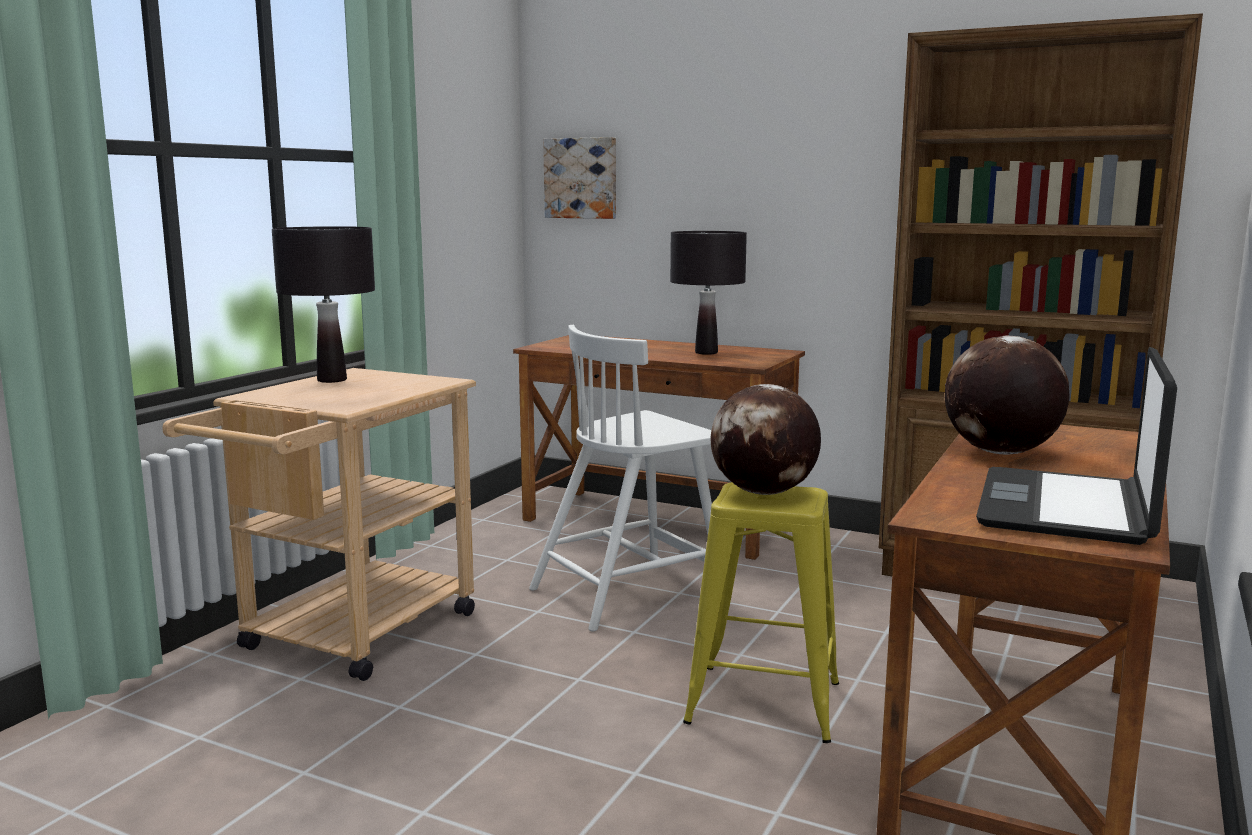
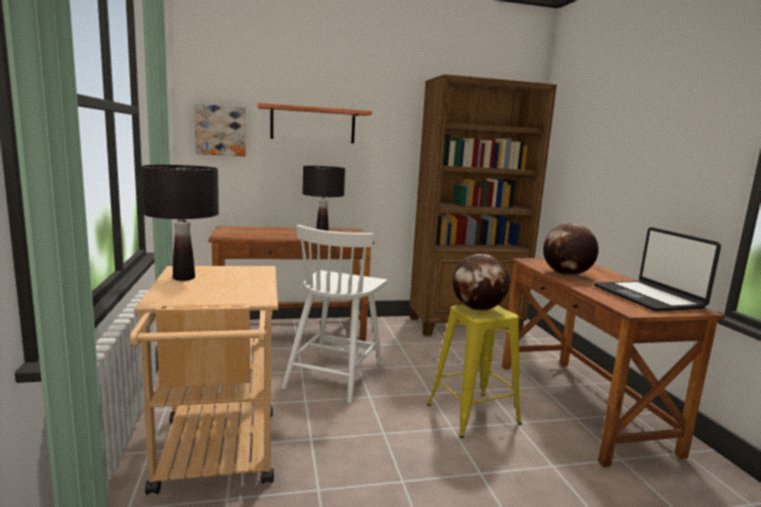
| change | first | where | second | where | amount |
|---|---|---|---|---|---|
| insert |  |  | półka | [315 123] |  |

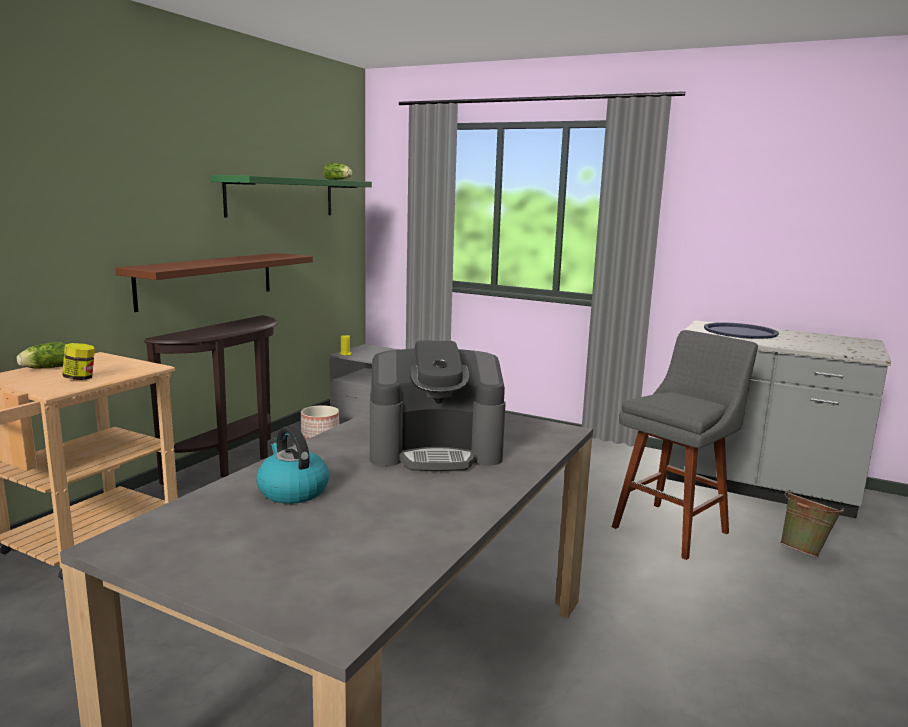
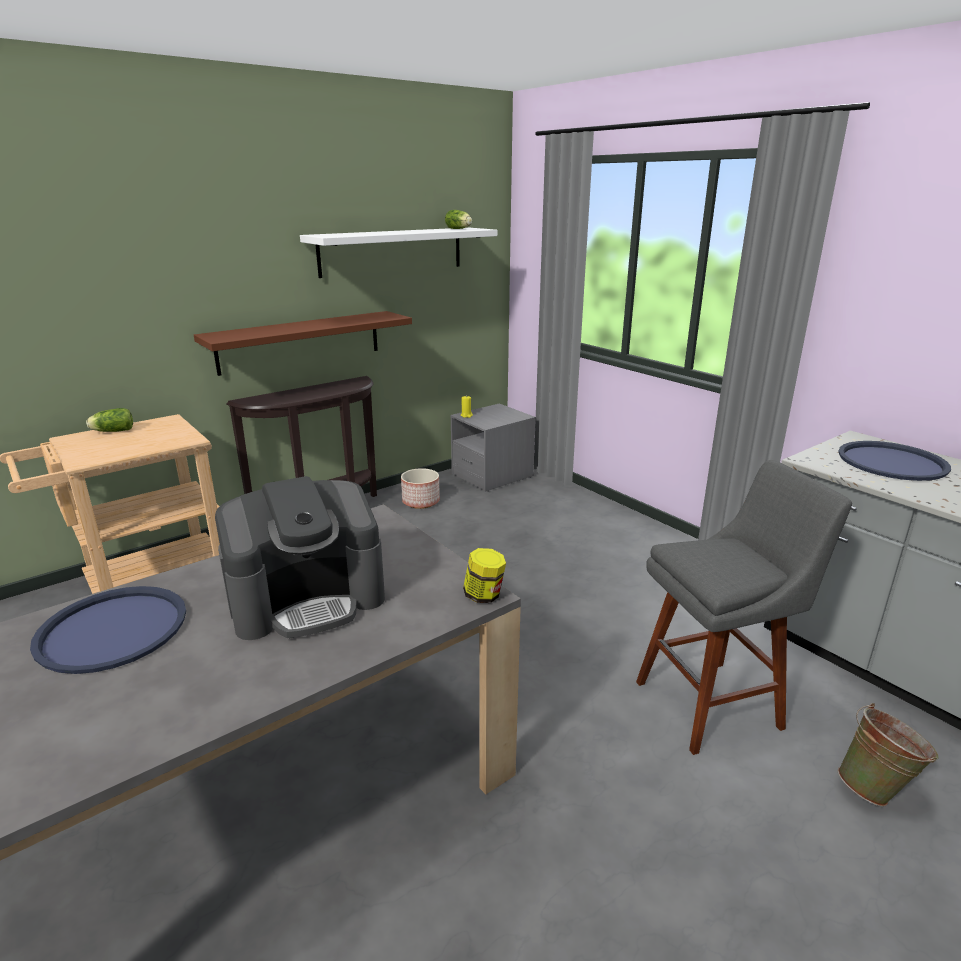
| change | first | where | second | where | amount |
|---|---|---|---|---|---|
| replace | czajnik | [293 465] | taca (niebieski) | [108 630] |  |
| rotate | ekspres do kawy | [438 405] |  | [300 558] | 45 degrees counterclockwise |
| recolor | półka (zielony) | [291 196] | półka (biały) | [398 253] |  |
| move | słoik | [78 361] |  | [484 575] |  |

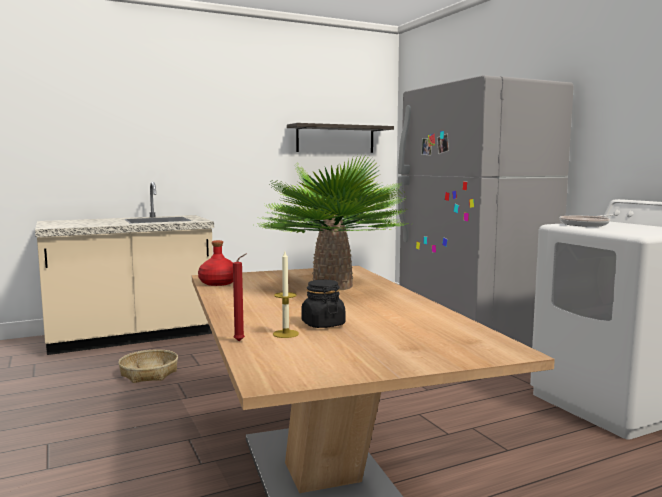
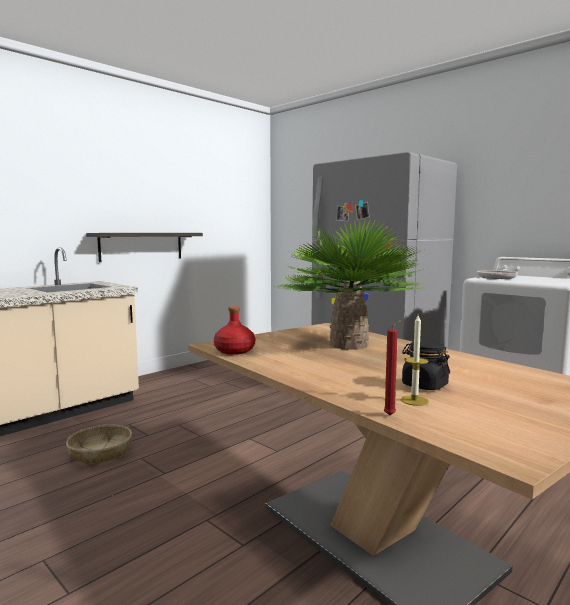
| change | first | where | second | where | amount |
|---|---|---|---|---|---|
| move | półka | [340 138] |  | [144 247] |  |

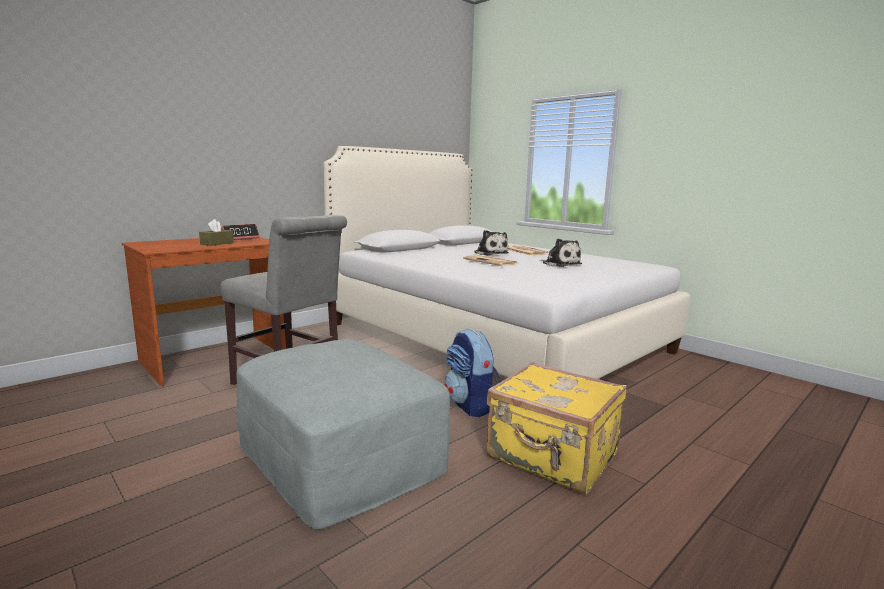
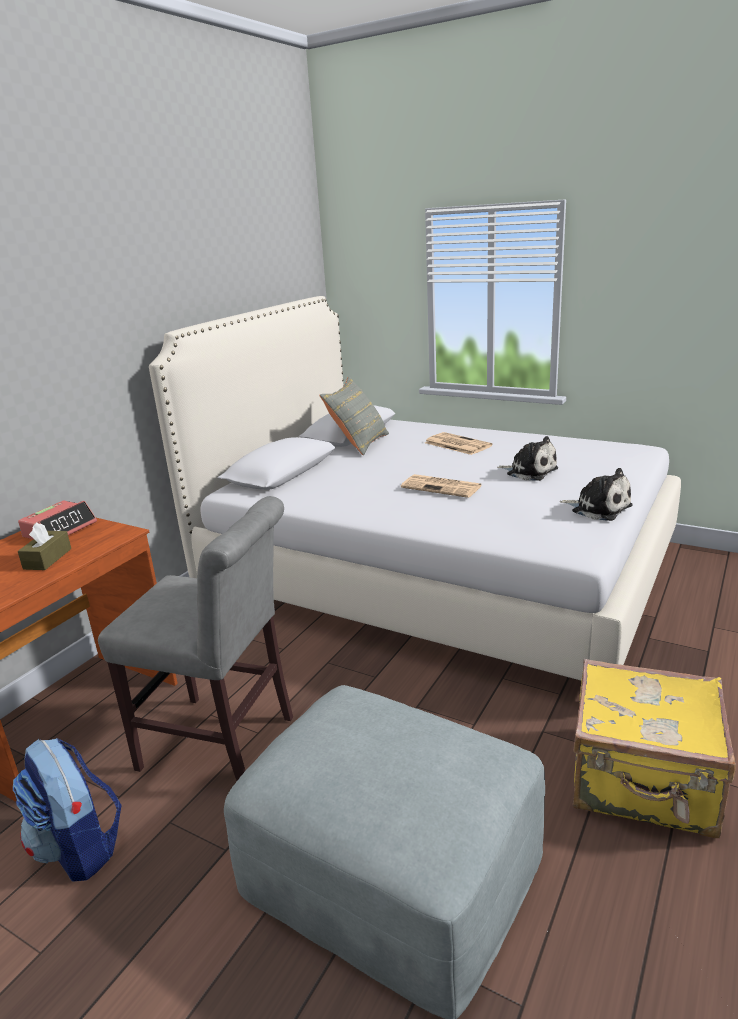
| change | first | where | second | where | amount |
|---|---|---|---|---|---|
| move | plecak | [472 373] |  | [67 810] |  |
| insert |  |  | poduszka (szary) | [354 416] |  |
| move | pluszak | [492 242] |  | [596 494] |  |

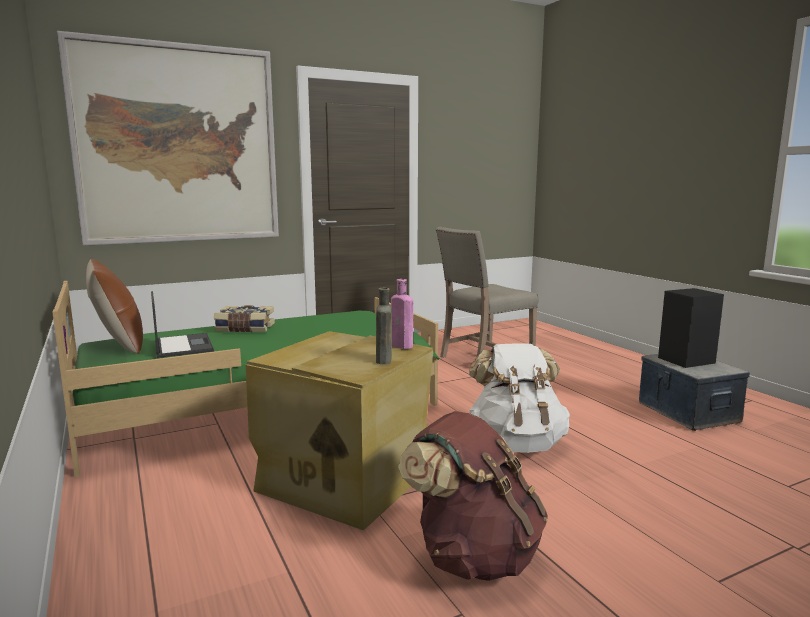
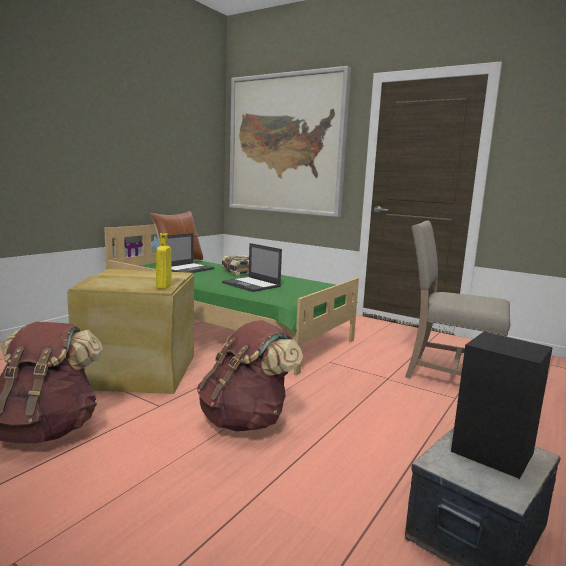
| change | first | where | second | where | amount |
|---|---|---|---|---|---|
| recolor | butelka (różowy) | [402 314] | butelka (żółty) | [164 261] |  |
| recolor | plecak (biały) | [519 398] | plecak (brązowy) | [250 376] |  |
| insert |  |  | laptop | [252 267] |  |
| delete | butelka (brązowy) | [384 326] |  |  |  |

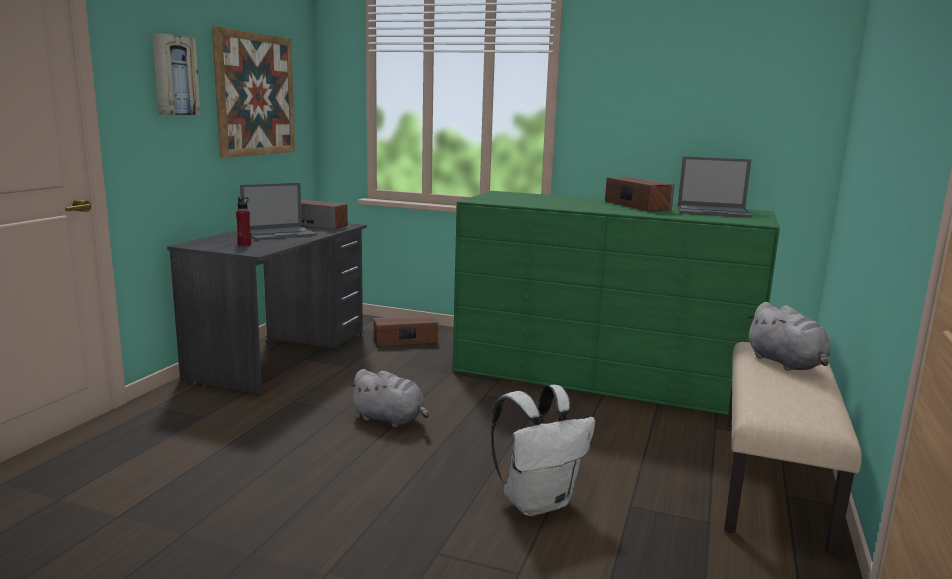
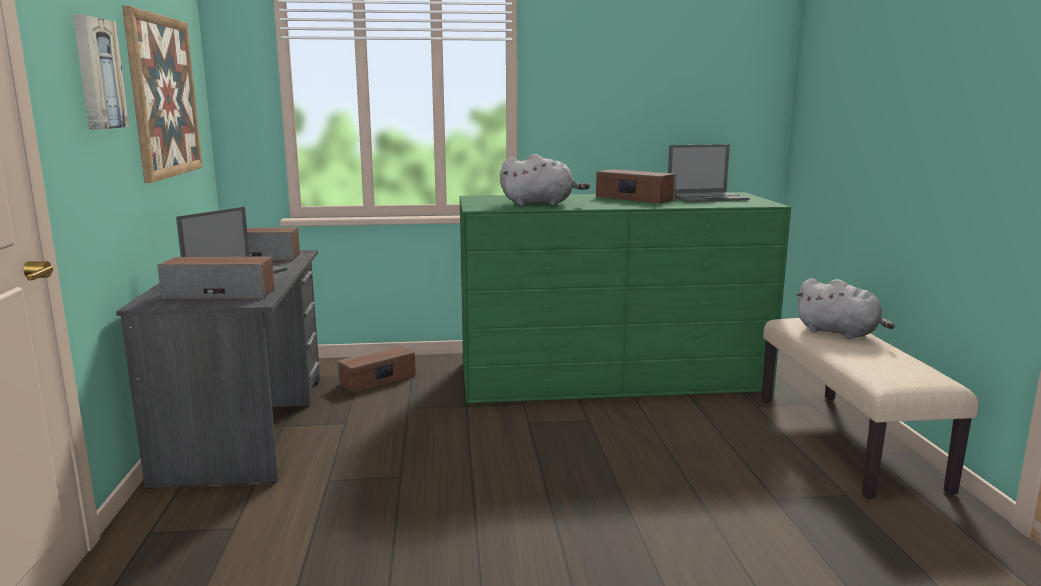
| change | first | where | second | where | amount |
|---|---|---|---|---|---|
| replace | butelka (czerwony) | [243 221] | głośnik | [216 278] |  |
| move | pluszak (szary) | [388 398] |  | [545 180] |  |
| delete | plecak (biały) | [543 450] |  |  |  |

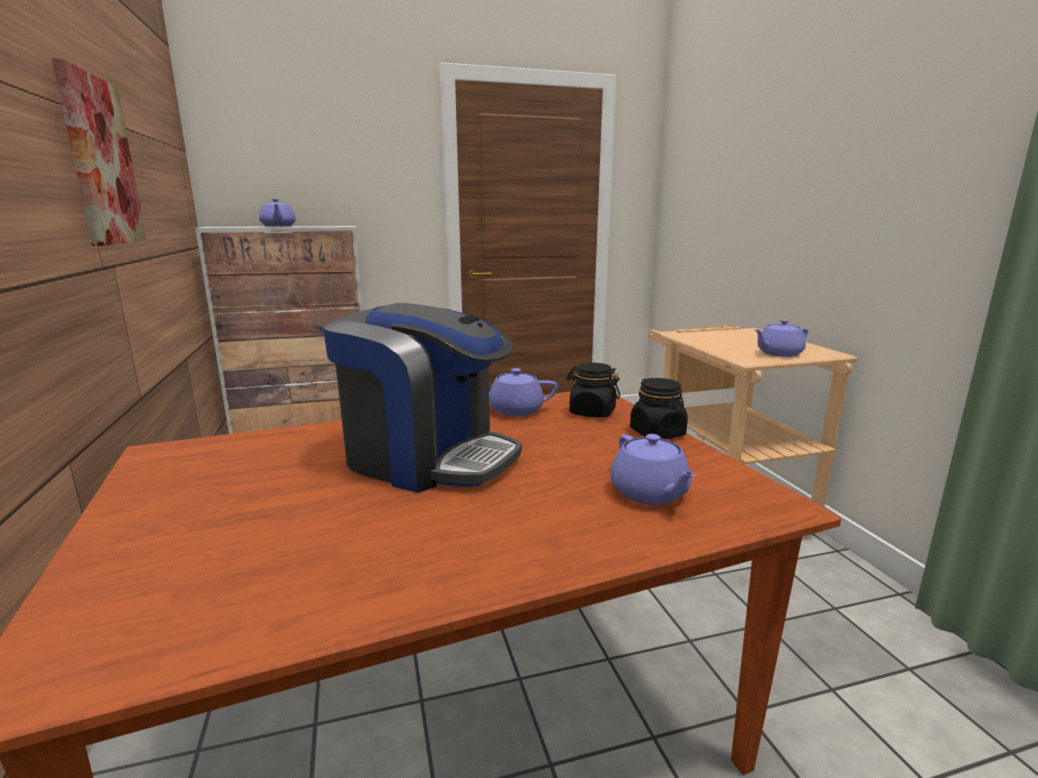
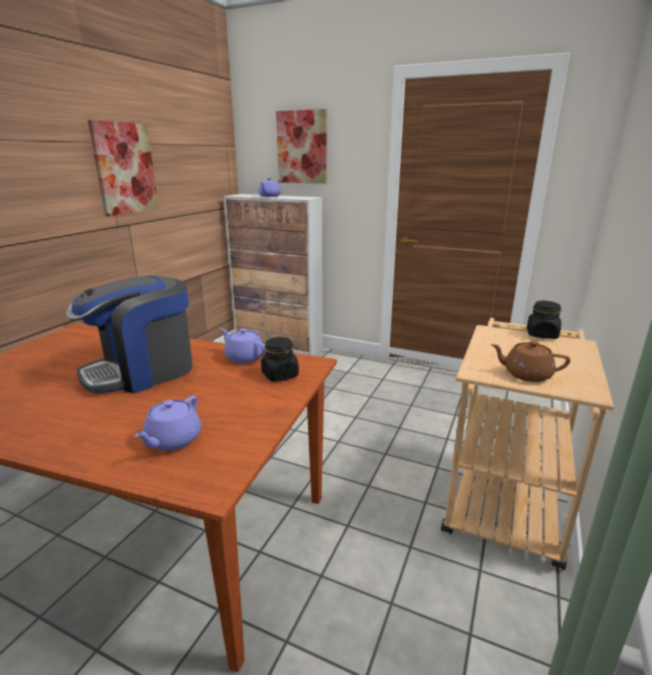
| change | first | where | second | where | amount |
|---|---|---|---|---|---|
| rotate | ekspres do kawy | [422 398] |  | [129 334] | 75 degrees clockwise |
| insert |  |  | obraz | [301 146] |  |
| recolor | imbryk (fioletowy) | [781 338] | imbryk (brązowy) | [530 361] |  |
| move | słoik (czarny) | [659 408] |  | [544 319] |  |

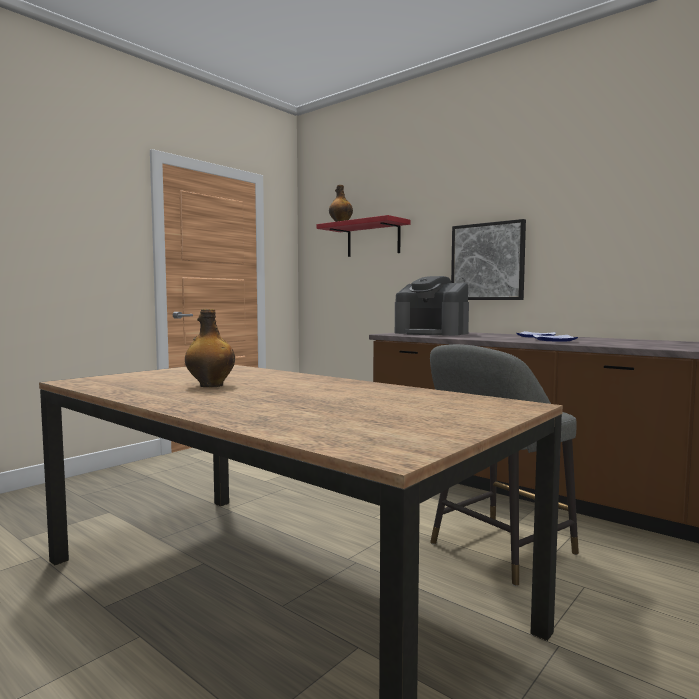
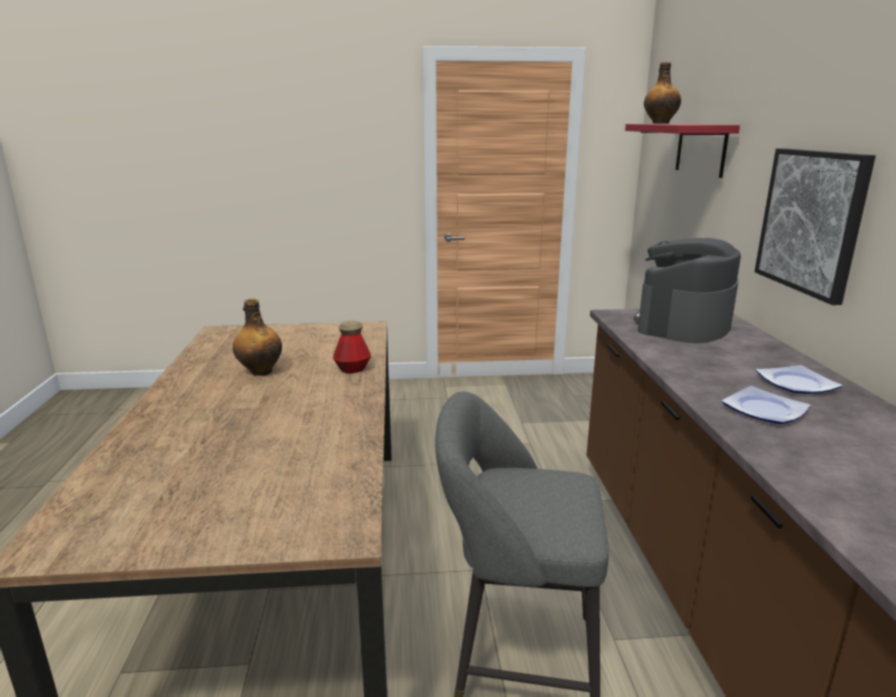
| change | first | where | second | where | amount |
|---|---|---|---|---|---|
| insert |  |  | butelka | [352 347] |  |
| rotate | ekspres do kawy | [432 306] |  | [687 290] | 45 degrees clockwise |

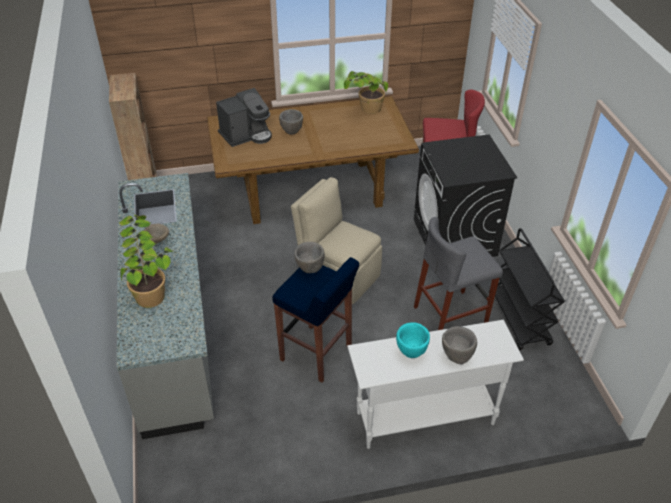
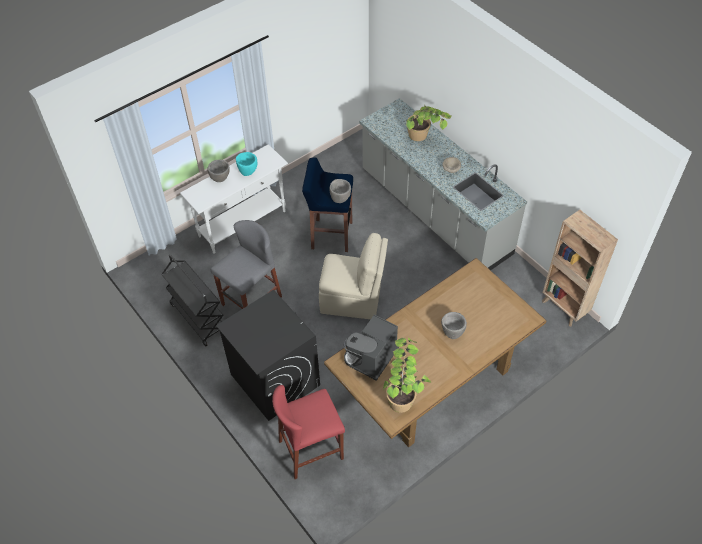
| change | first | where | second | where | amount |
|---|---|---|---|---|---|
| move | ekspres do kawy | [244 117] |  | [371 348] |  |

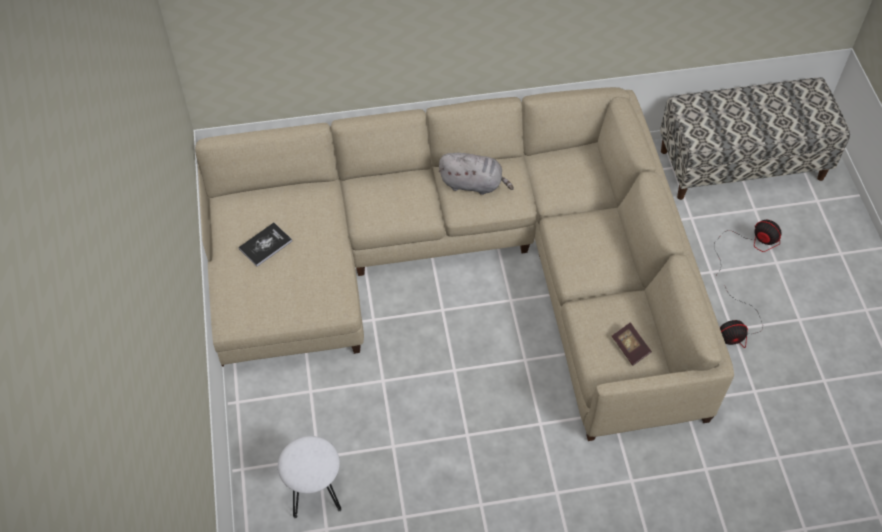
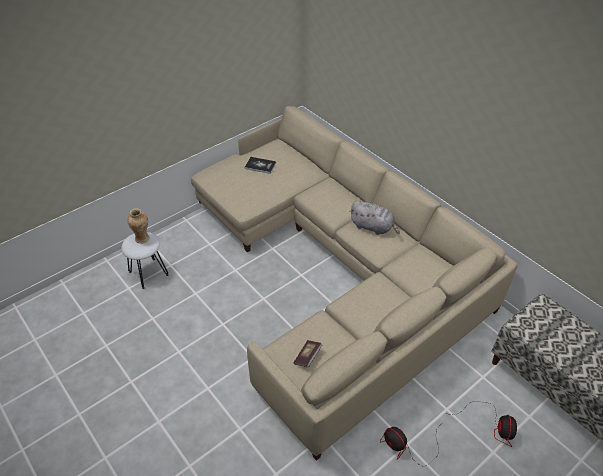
| change | first | where | second | where | amount |
|---|---|---|---|---|---|
| insert |  |  | wazon | [138 226] |  |
| rotate | pluszak (szary) | [476 174] |  | [375 218] | 45 degrees counterclockwise |

